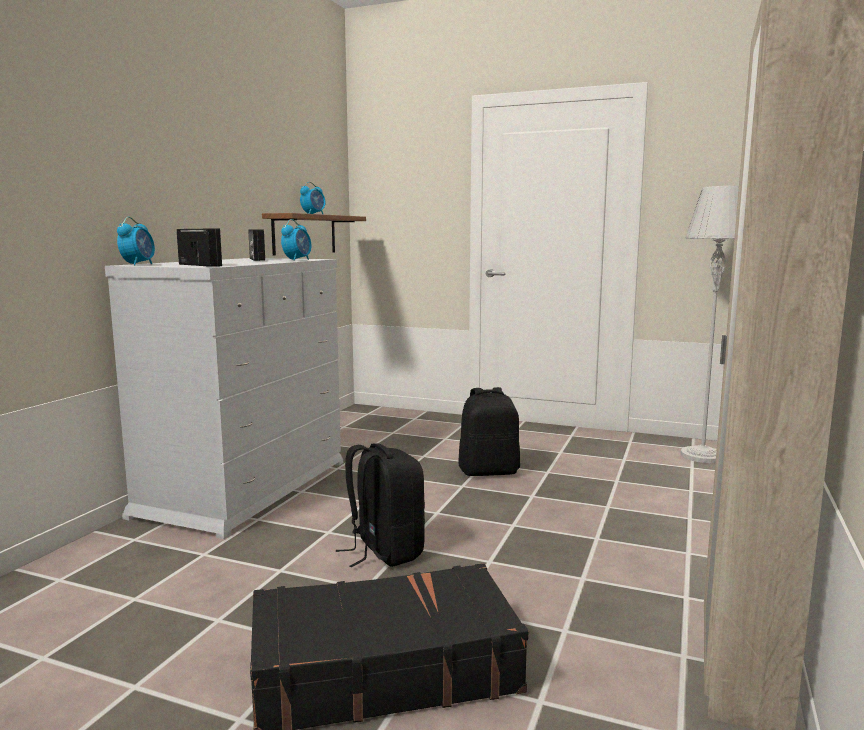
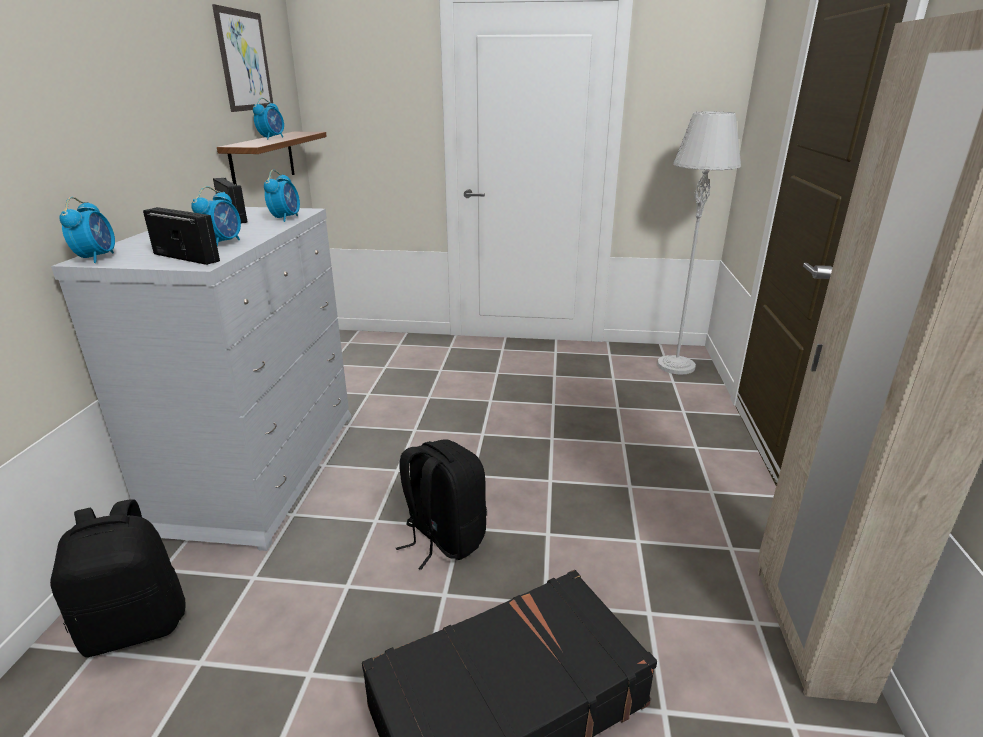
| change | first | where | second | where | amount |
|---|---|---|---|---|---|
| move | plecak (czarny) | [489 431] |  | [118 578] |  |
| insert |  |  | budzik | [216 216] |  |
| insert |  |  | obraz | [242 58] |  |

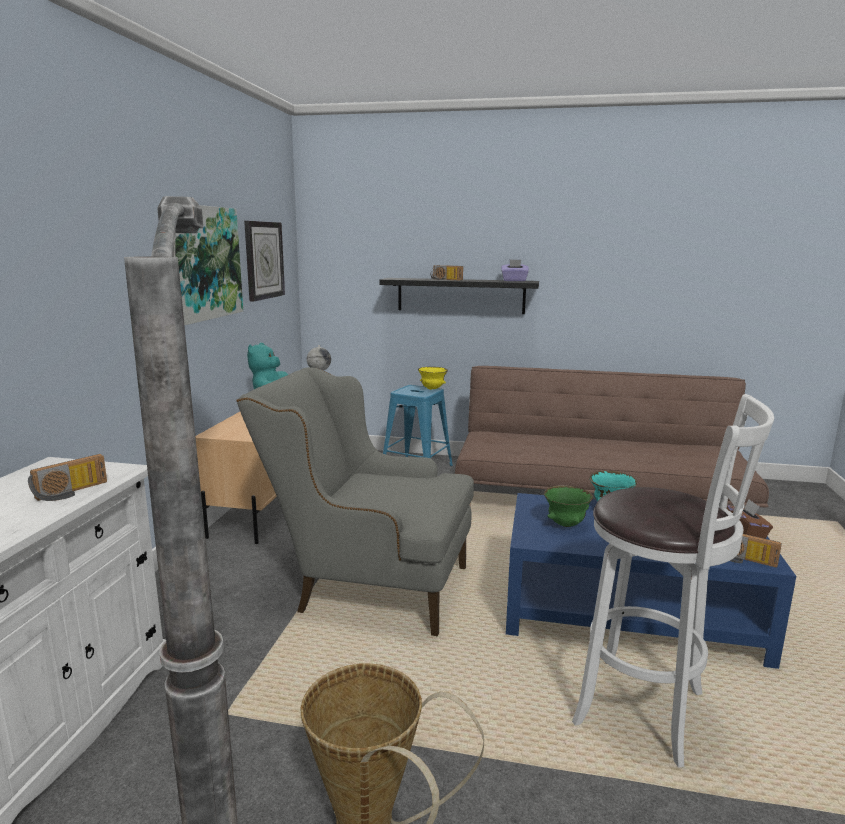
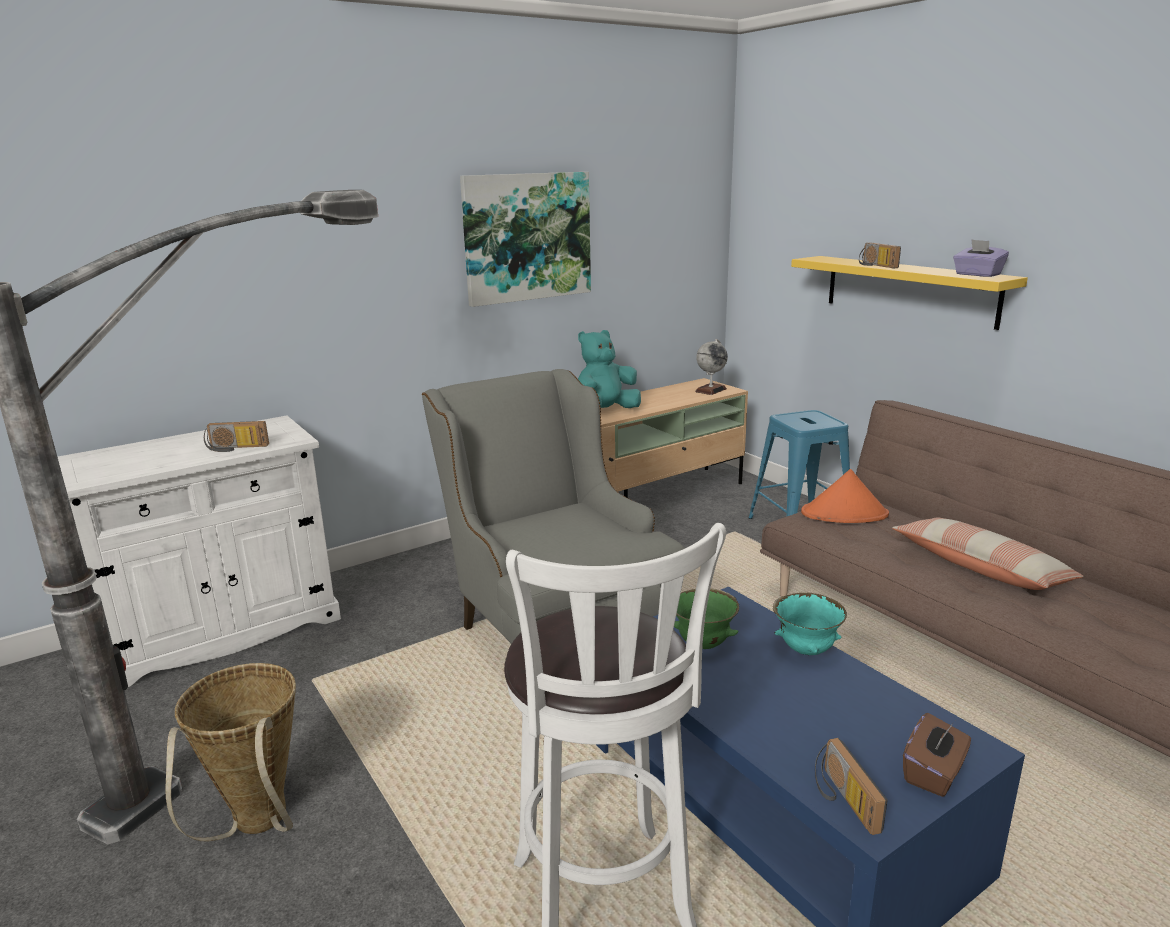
| change | first | where | second | where | amount |
|---|---|---|---|---|---|
| recolor | półka (czarny) | [459 296] | półka (żółty) | [909 293] |  |
| insert |  |  | kapelusz (pomarańczowy) | [845 496] |  |
| insert |  |  | poduszka | [988 554] |  |
| delete | zegar ścienny | [264 261] |  |  |  |
| delete | miska (żółty) | [433 378] |  |  |  |

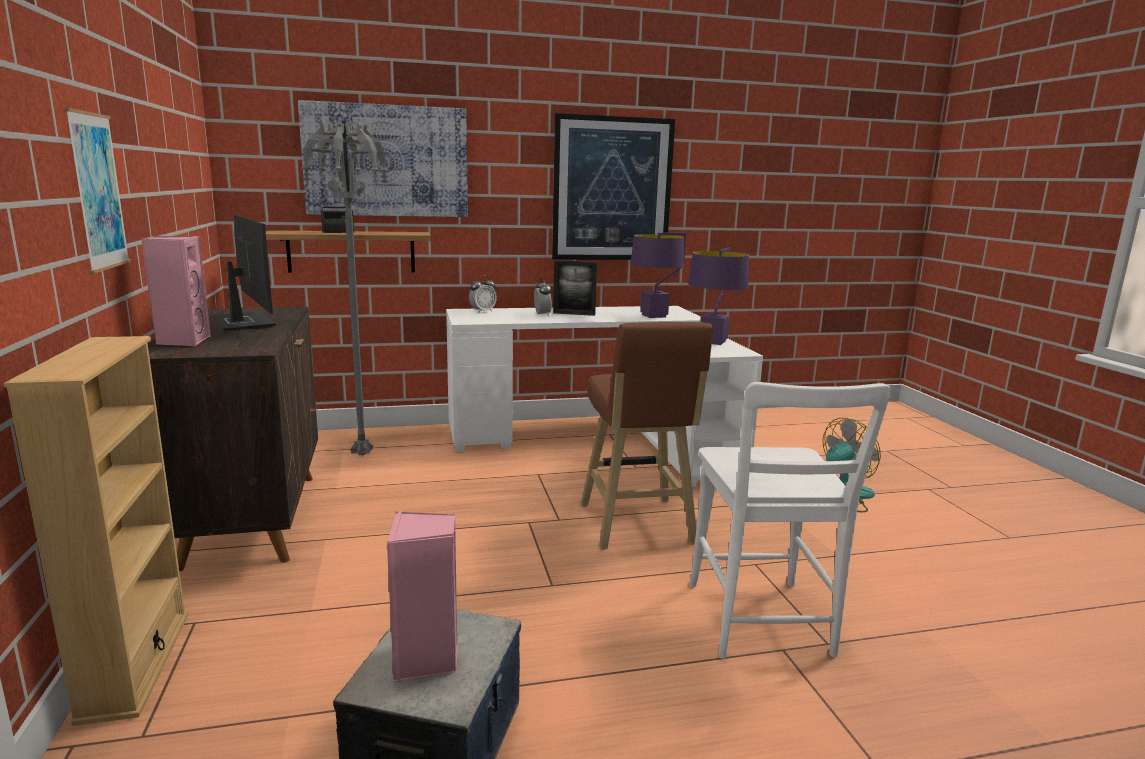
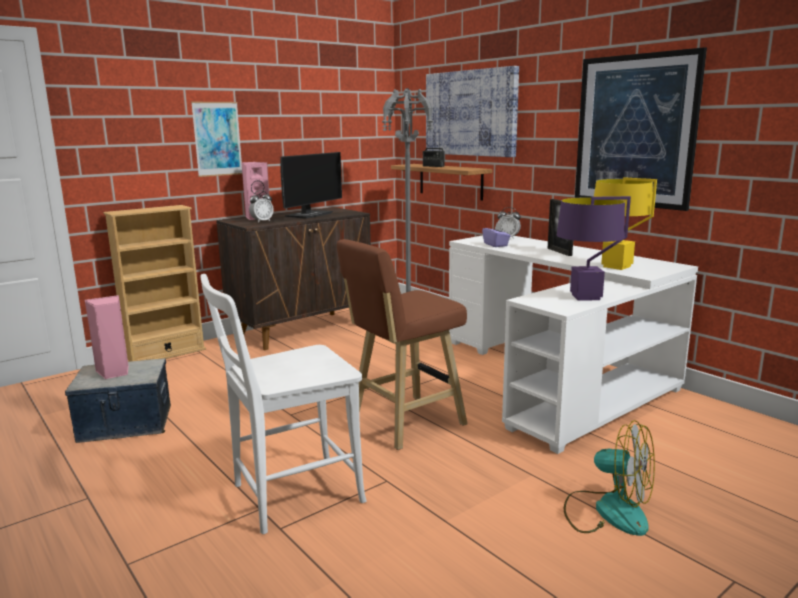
| change | first | where | second | where | amount |
|---|---|---|---|---|---|
| move | budzik | [543 297] |  | [261 206] |  |
| insert |  |  | pudełko chusteczek (fioletowy) | [496 235] |  |
| recolor | lampa stołowa (fioletowy) | [658 275] | lampa stołowa (żółty) | [625 223] |  |

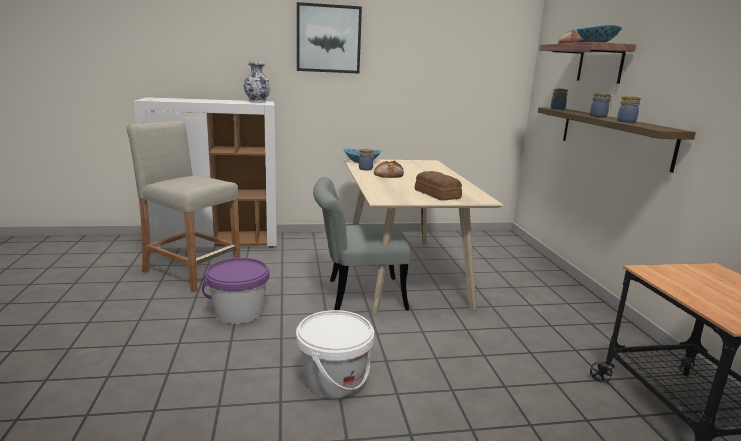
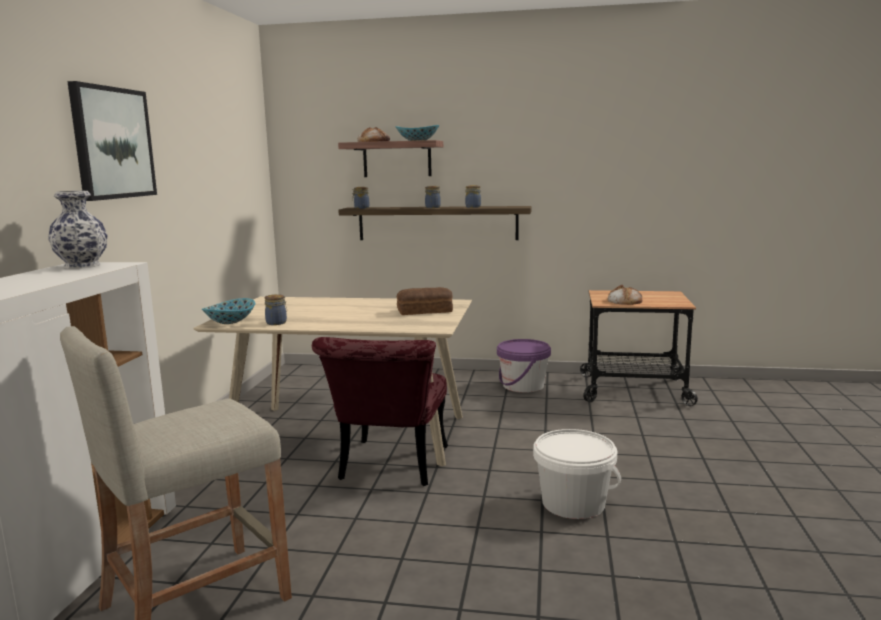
| change | first | where | second | where | amount |
|---|---|---|---|---|---|
| recolor | krzesło (szary) | [362 243] | krzesło (czerwony) | [380 411] |  |
| move | wiadro (fioletowy) | [235 291] |  | [524 366] |  |
| move | chleb | [389 169] |  | [625 295] |  |

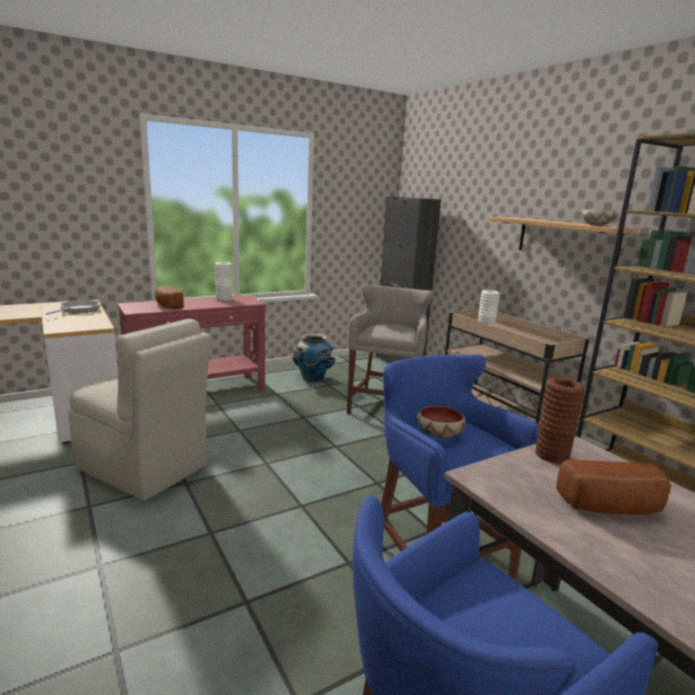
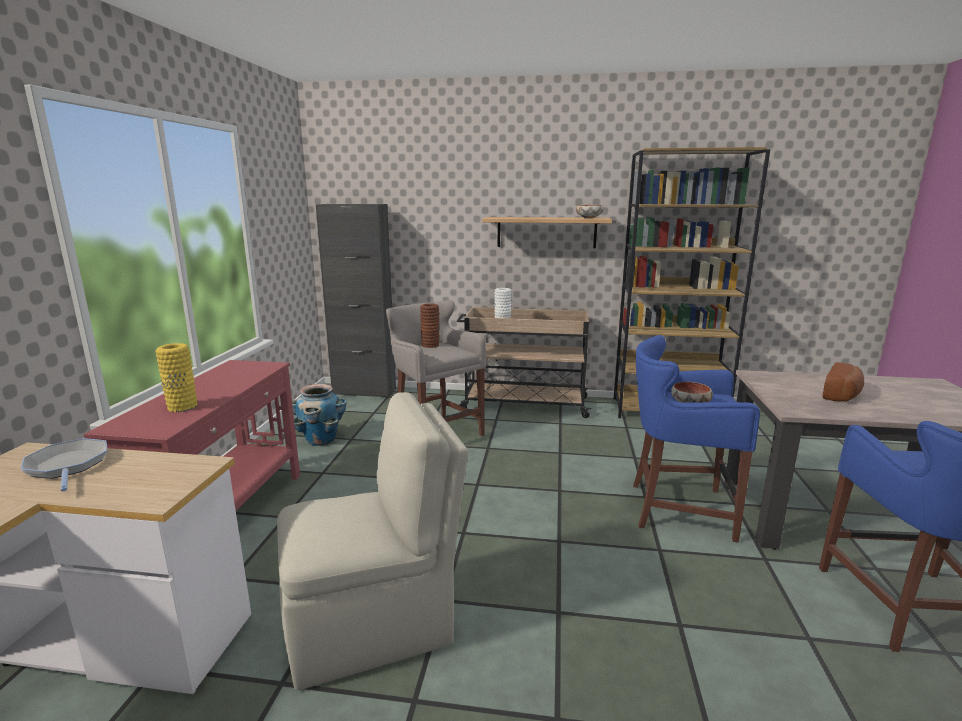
| change | first | where | second | where | amount |
|---|---|---|---|---|---|
| replace | chleb | [169 297] | wazon (żółty) | [176 377] |  |
| move | wazon (brązowy) | [560 421] |  | [430 325] |  |
| delete | wazon (biały) | [223 281] |  |  |  |

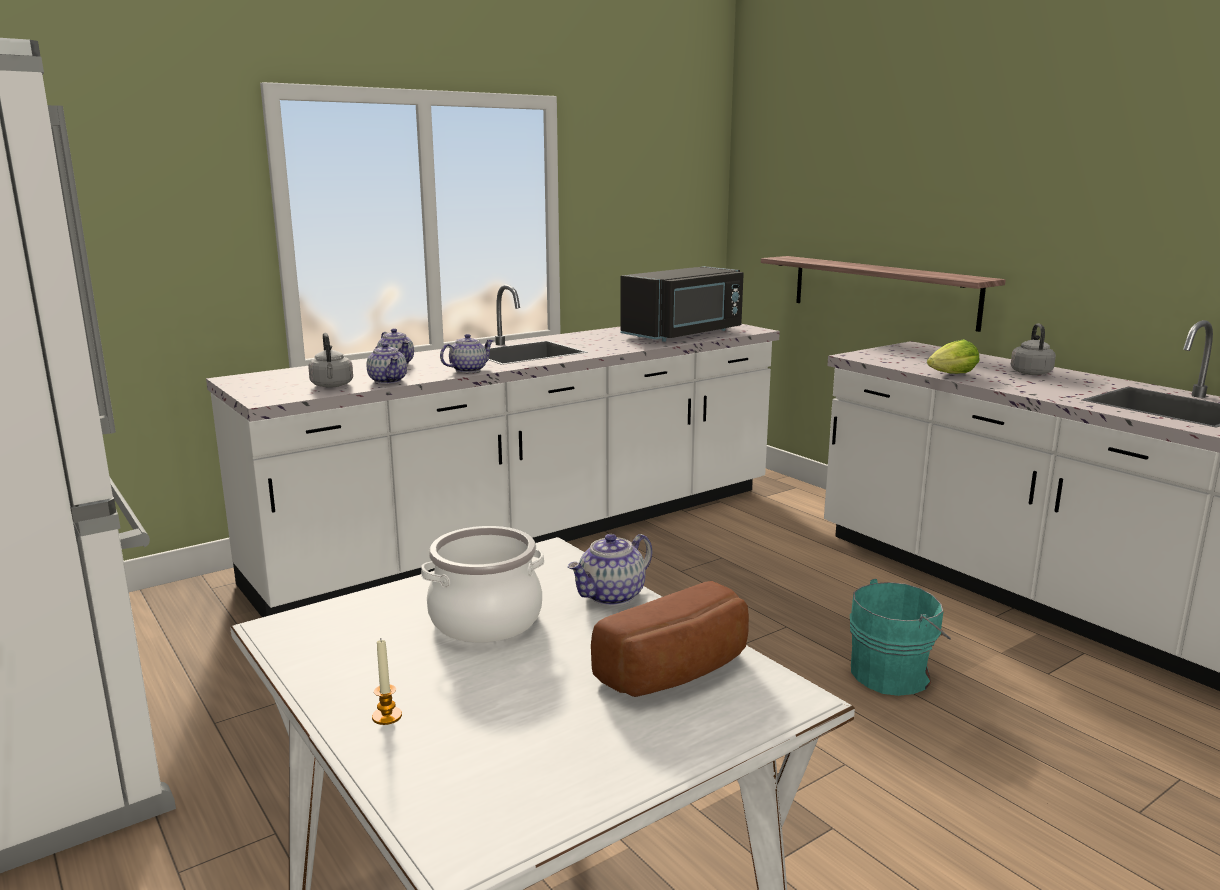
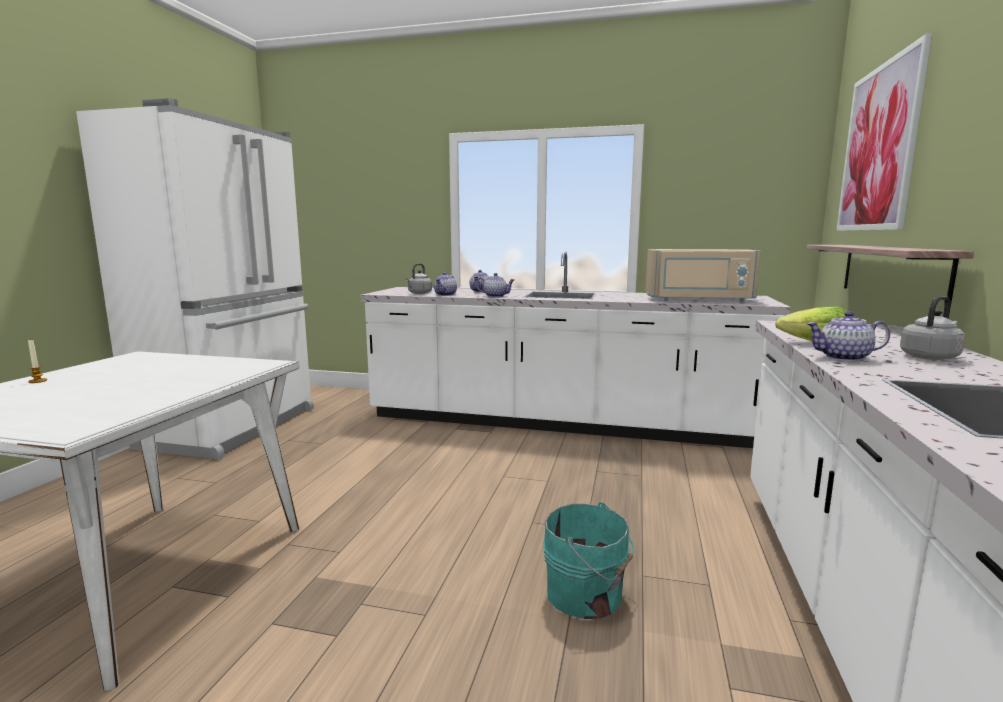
| change | first | where | second | where | amount |
|---|---|---|---|---|---|
| recolor | mikrofalówka (czarny) | [682 304] | mikrofalówka (beżowy) | [703 275] |  |
| move | imbryk | [610 570] |  | [848 336] |  |
| insert |  |  | obraz | [884 132] |  |
| delete | garnek | [482 584] |  |  |  |
| delete | chleb | [670 639] |  |  |  |

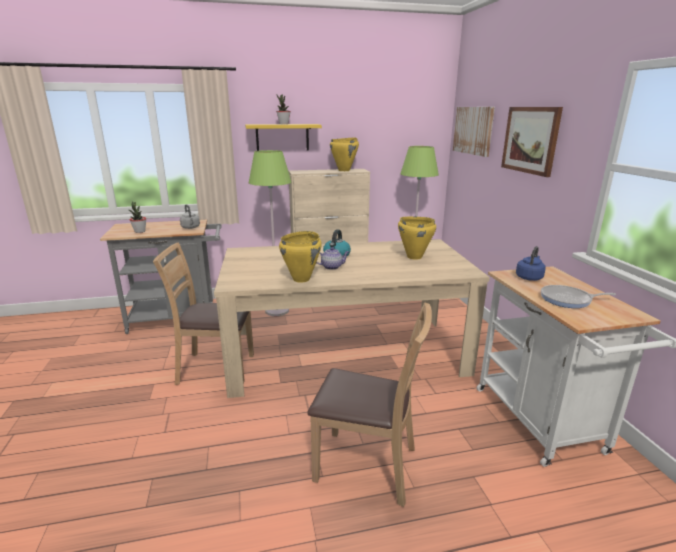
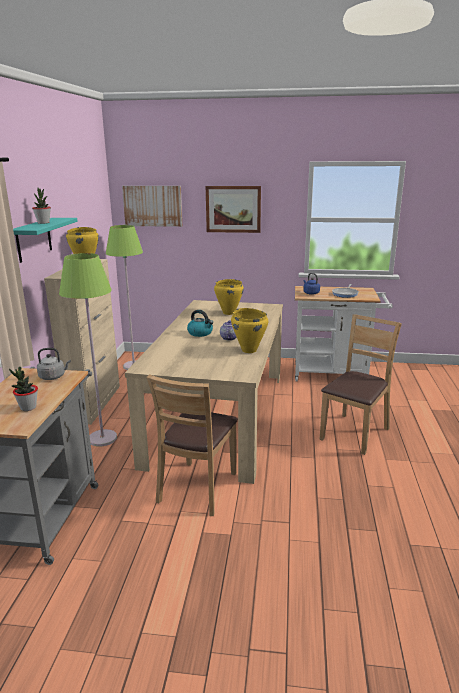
| change | first | where | second | where | amount |
|---|---|---|---|---|---|
| recolor | półka (żółty) | [283 137] | półka (turkusowy) | [45 240] |  |

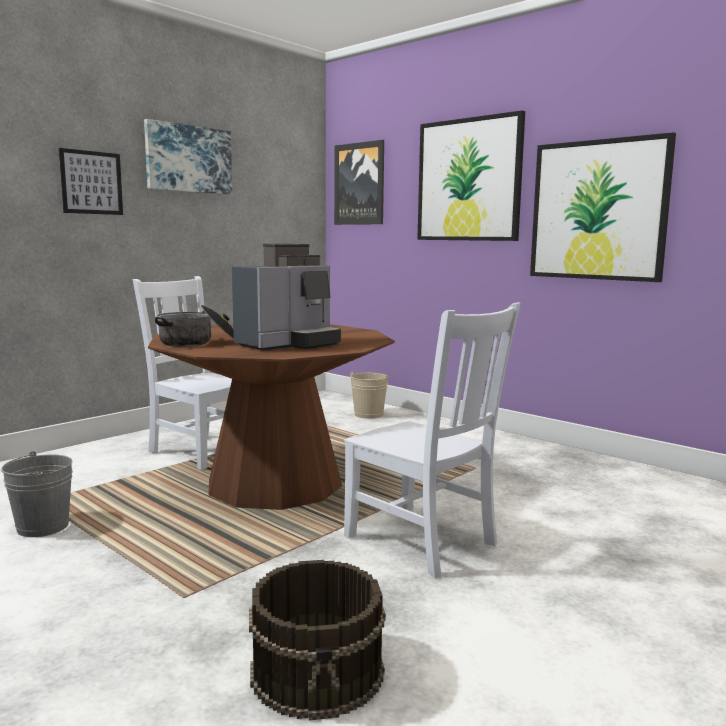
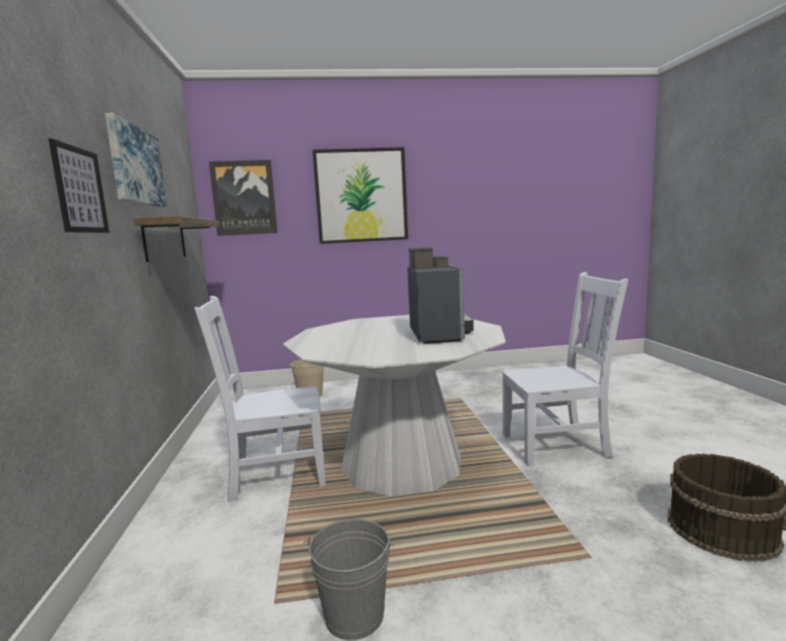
| change | first | where | second | where | amount |
|---|---|---|---|---|---|
| insert |  |  | półka | [176 239] |  |
| recolor | stół jadalny (brązowy) | [271 417] | stół jadalny (biały) | [394 406] |  |
| delete | garnek | [194 326] |  |  |  |
| delete | obraz | [603 207] |  |  |  |

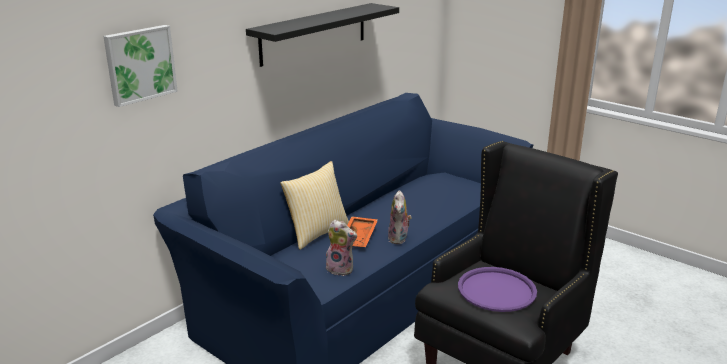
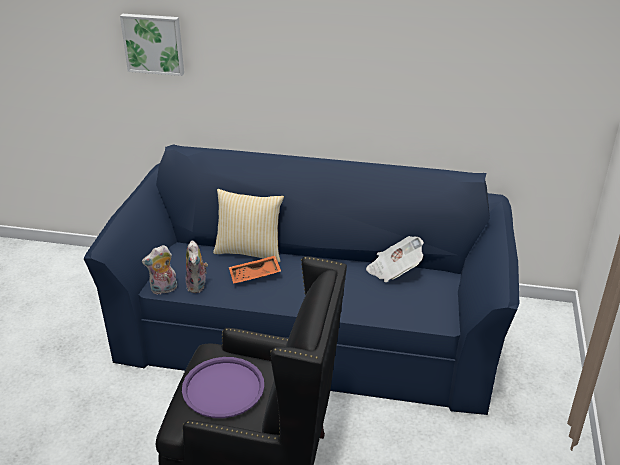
| change | first | where | second | where | amount |
|---|---|---|---|---|---|
| move | pluszak | [400 217] |  | [159 270] |  |
| insert |  |  | gazeta | [395 259] |  |
| delete | półka (czarny) | [322 35] |  |  |  |

